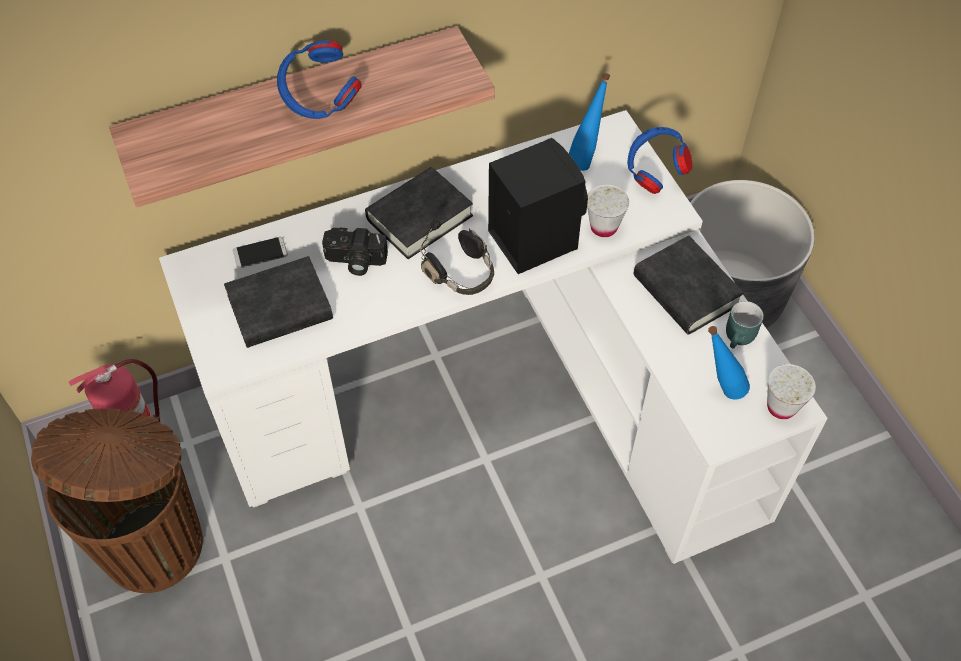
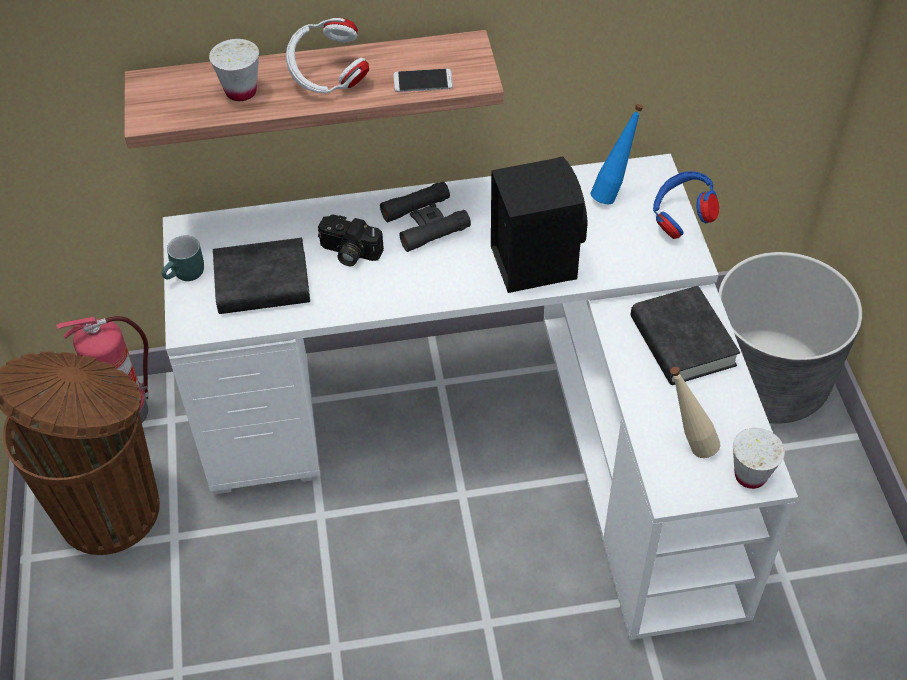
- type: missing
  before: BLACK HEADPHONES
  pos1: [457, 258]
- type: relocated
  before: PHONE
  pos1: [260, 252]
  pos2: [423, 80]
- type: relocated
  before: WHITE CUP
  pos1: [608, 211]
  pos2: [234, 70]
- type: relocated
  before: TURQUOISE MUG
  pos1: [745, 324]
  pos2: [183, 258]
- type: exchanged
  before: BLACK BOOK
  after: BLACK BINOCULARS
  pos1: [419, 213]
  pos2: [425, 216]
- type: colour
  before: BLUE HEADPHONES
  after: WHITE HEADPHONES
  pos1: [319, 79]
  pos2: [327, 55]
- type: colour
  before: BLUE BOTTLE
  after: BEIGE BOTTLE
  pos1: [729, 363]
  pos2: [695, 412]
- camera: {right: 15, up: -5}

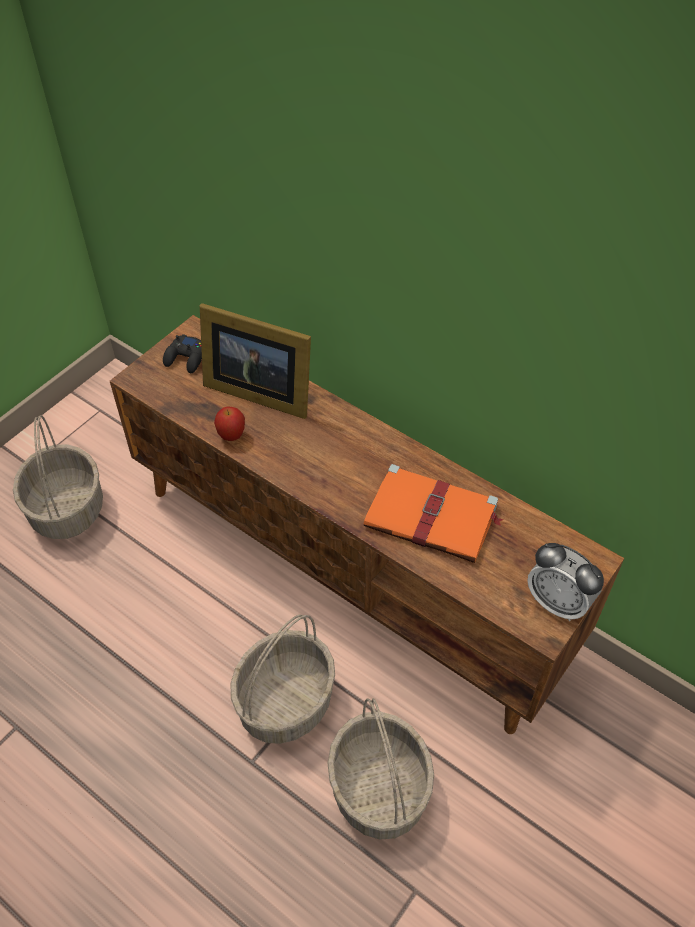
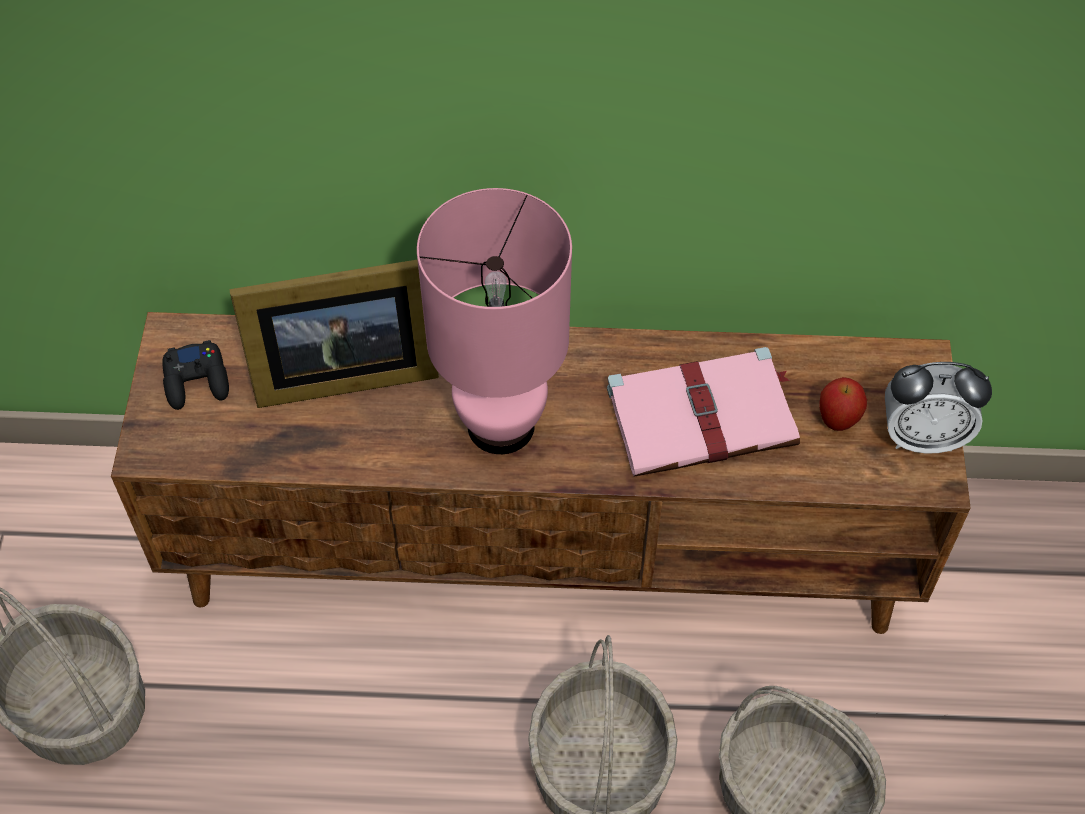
- type: appeared
  after: PINK TABLE LAMP
  pos2: [494, 321]
- type: relocated
  before: APPLE
  pos1: [229, 424]
  pos2: [843, 404]
- type: colour
  before: ORANGE BOOK
  after: PINK BOOK
  pos1: [433, 513]
  pos2: [703, 412]
- camera: {right: -35, up: 5}

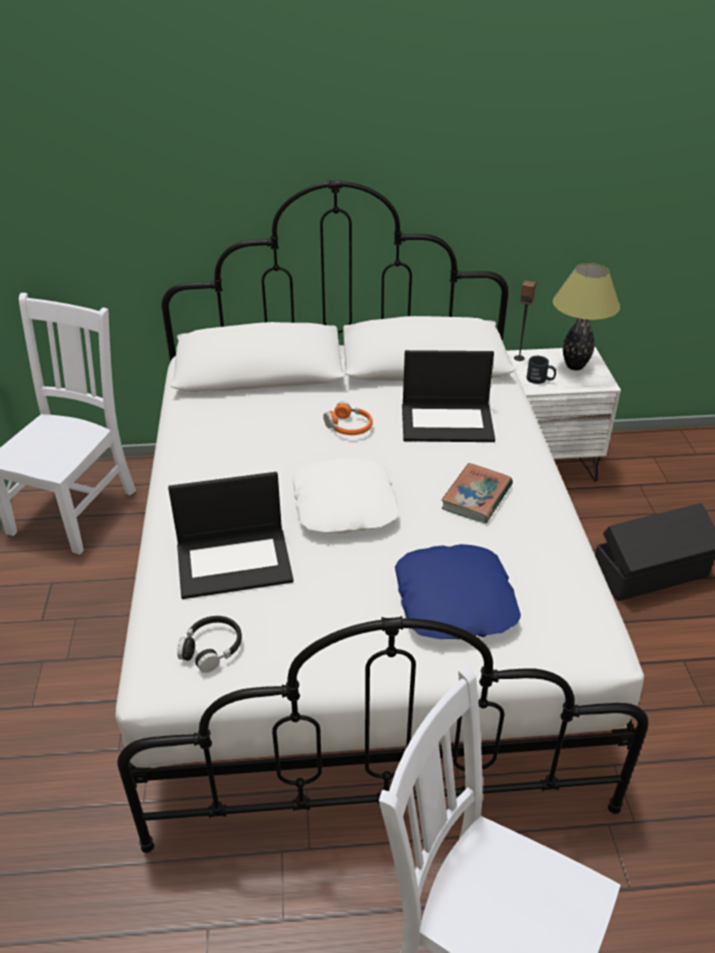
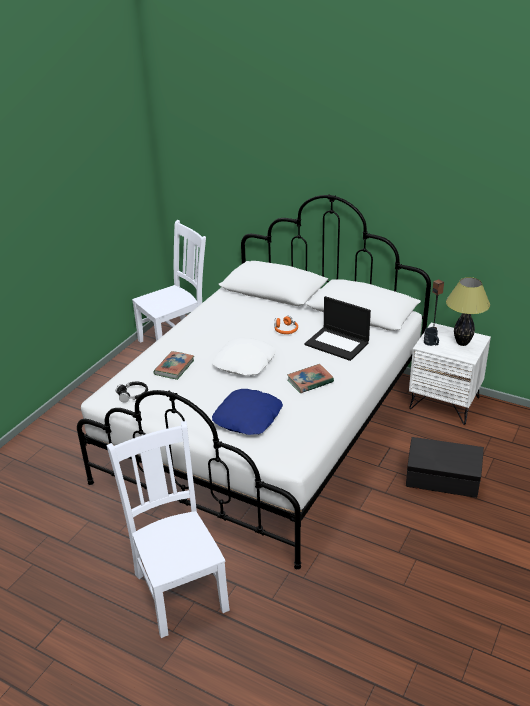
- type: exchanged
  before: LAPTOP
  after: BOOK
  pos1: [231, 535]
  pos2: [173, 365]
- camera: {right: 35, up: -5}

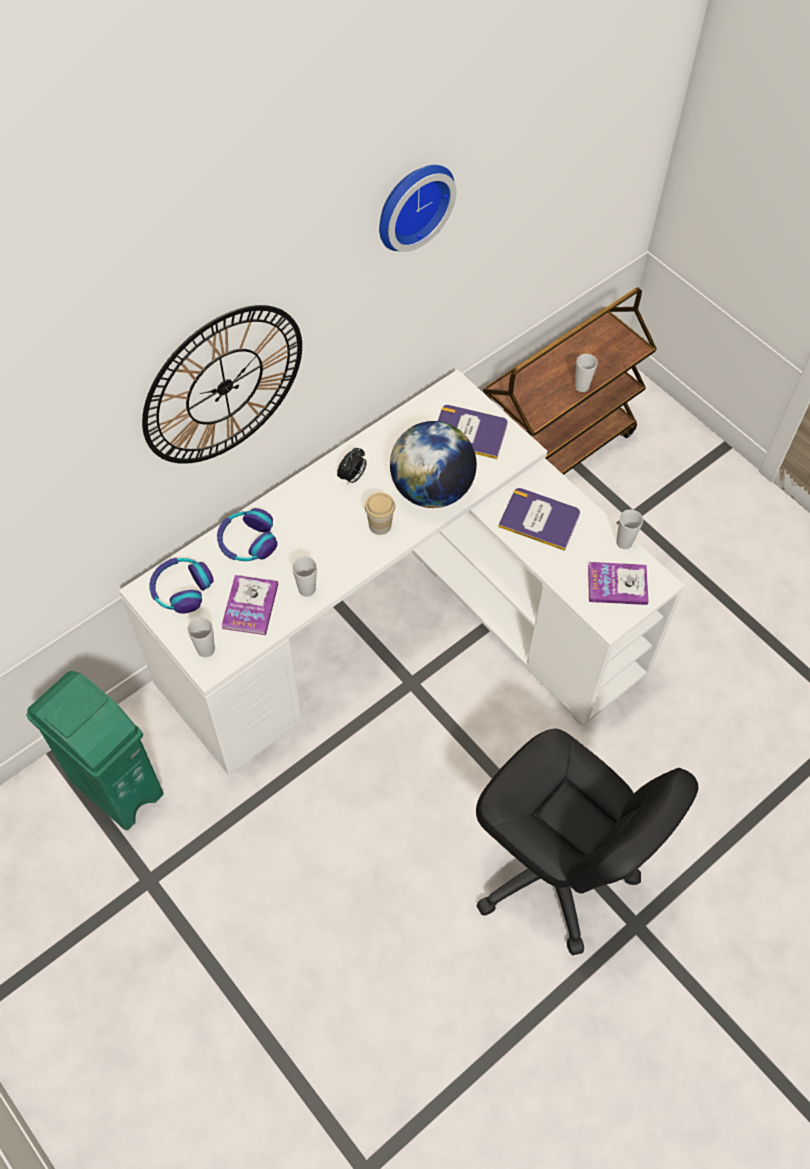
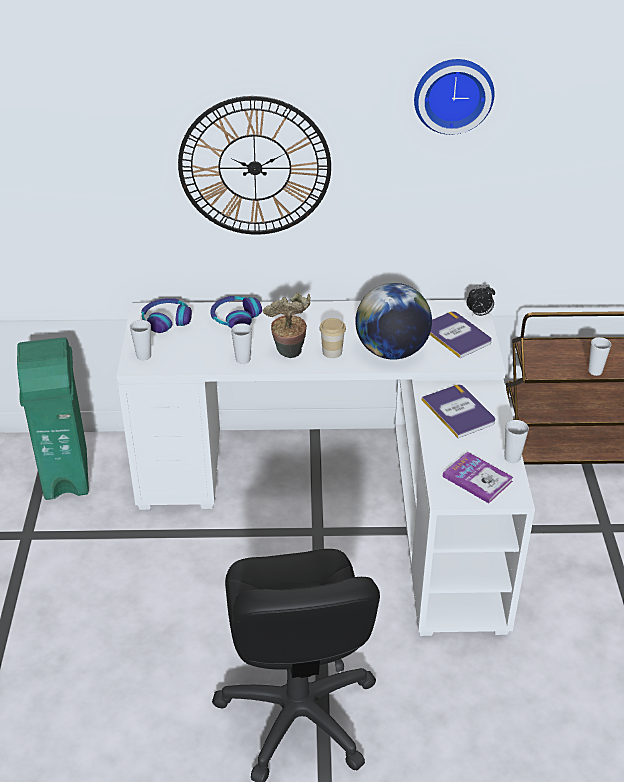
- type: missing
  before: BOOK
  pos1: [249, 605]
- type: appeared
  after: POTTED PLANT
  pos2: [286, 325]
- type: relocated
  before: ALARM CLOCK
  pos1: [352, 466]
  pos2: [481, 300]
- camera: {right: 40, up: -20}

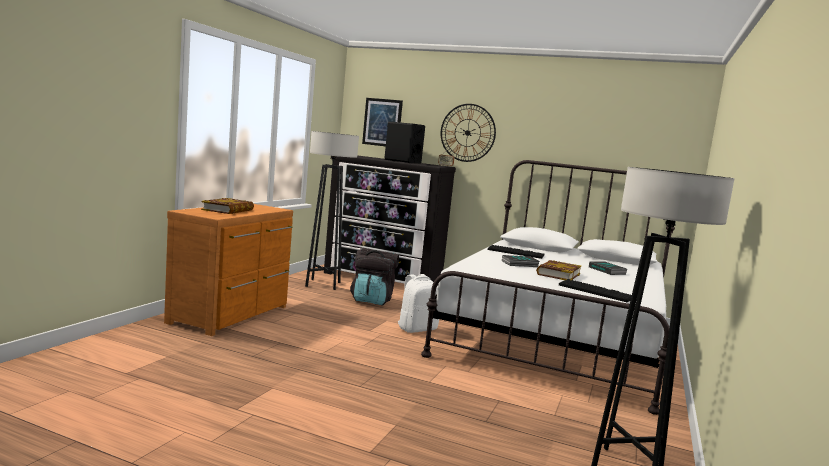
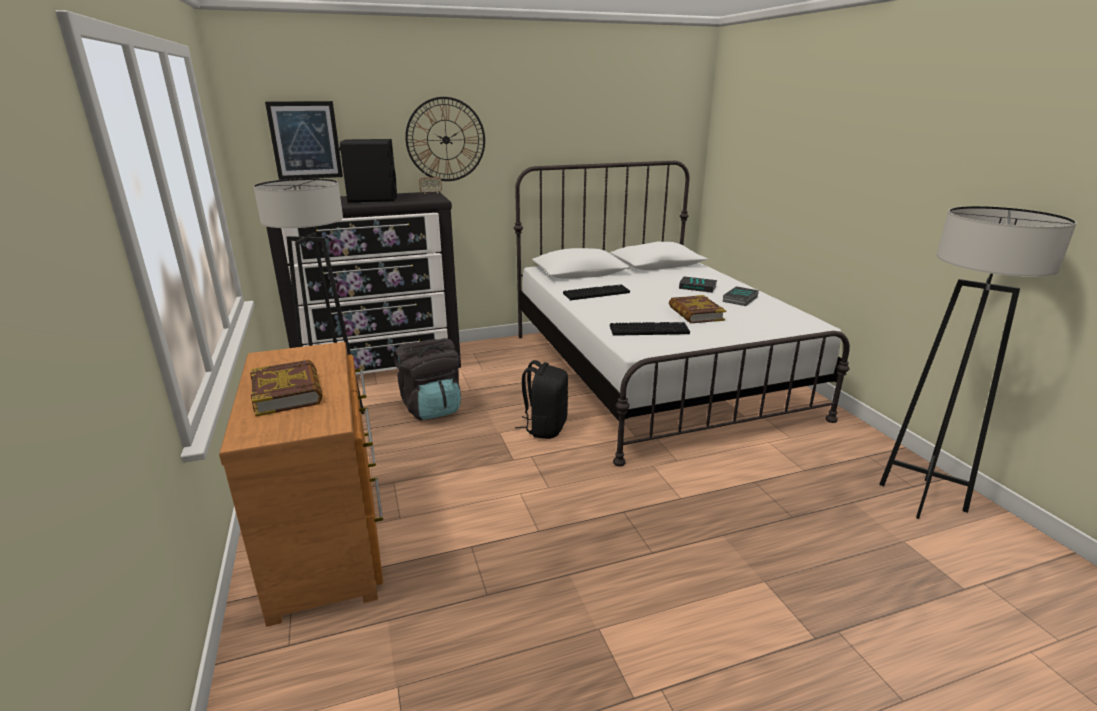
- type: relocated
  before: BOOK
  pos1: [521, 261]
  pos2: [741, 296]
- type: relocated
  before: KEYBOARD
  pos1: [595, 290]
  pos2: [650, 329]
- type: colour
  before: WHITE BACKPACK
  after: BLACK BACKPACK
  pos1: [418, 303]
  pos2: [541, 399]
- camera: {right: -40, up: 15}

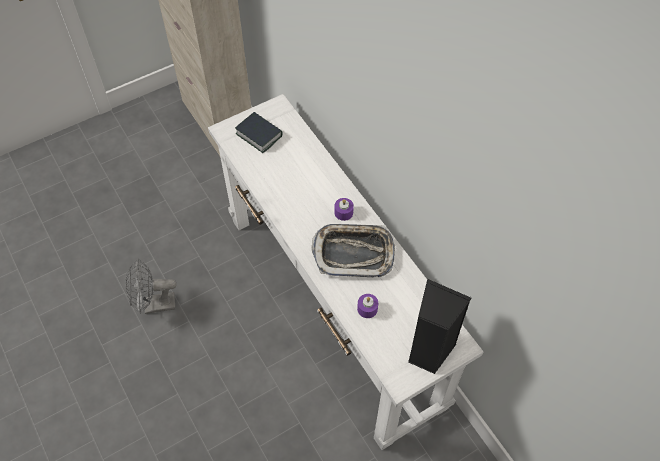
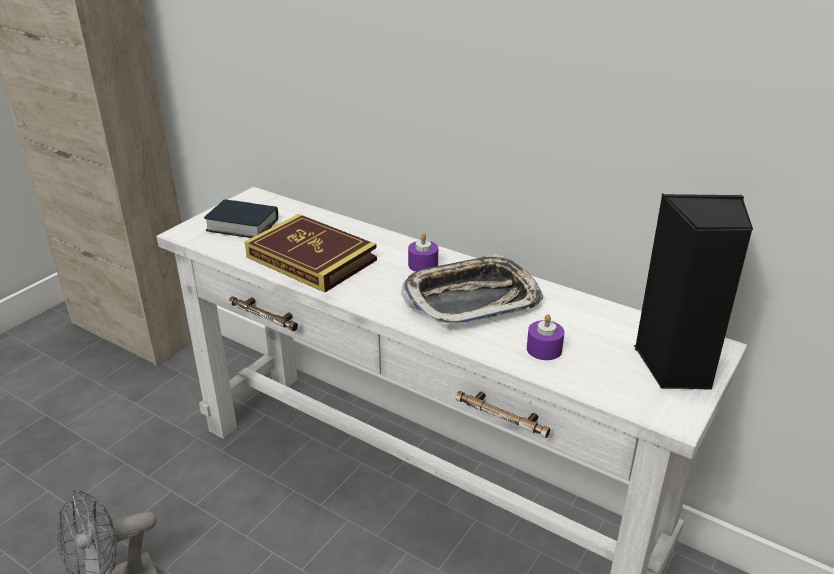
- type: appeared
  after: BOOK
  pos2: [311, 253]
- camera: {right: -25, up: -25}

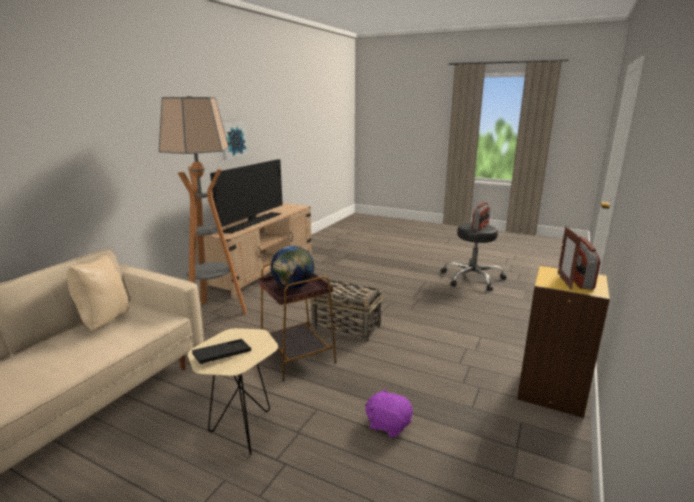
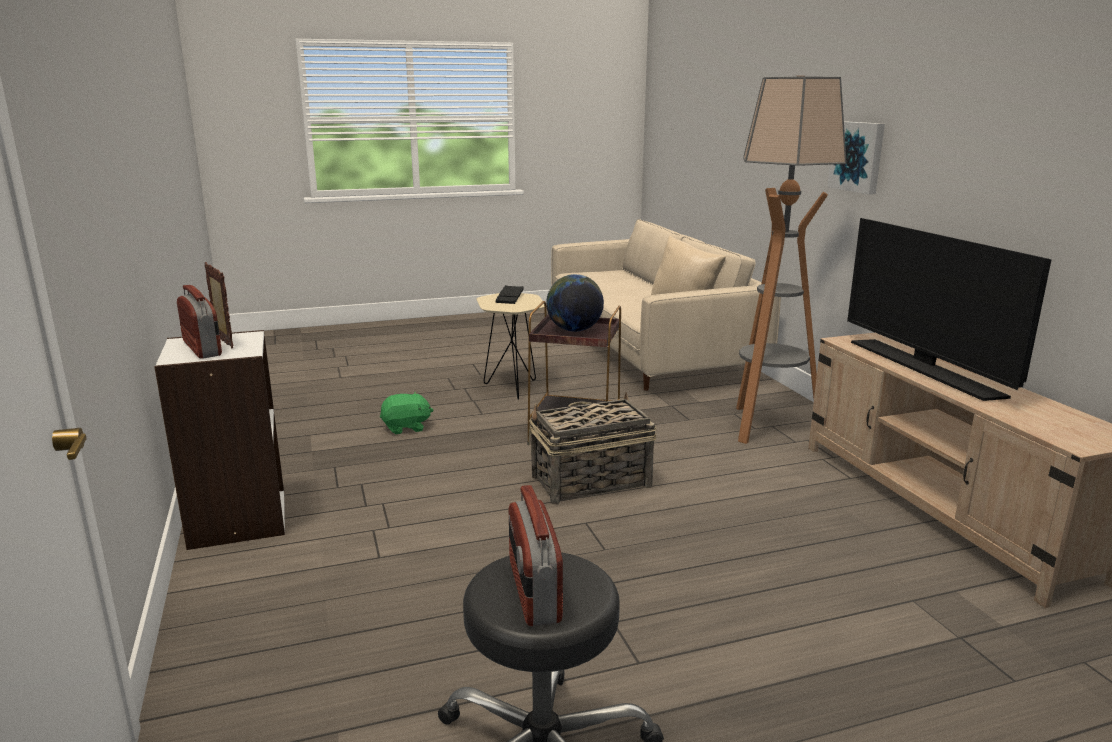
- type: relocated
  before: PICTURE
  pos1: [235, 141]
  pos2: [856, 157]
- type: colour
  before: PURPLE PLUSH TOY
  after: GREEN PLUSH TOY
  pos1: [389, 413]
  pos2: [406, 413]
- type: colour
  before: YELLOW BOOKCASE
  after: WHITE BOOKCASE
  pos1: [563, 341]
  pos2: [219, 440]
- camera: {right: 135, up: 0}

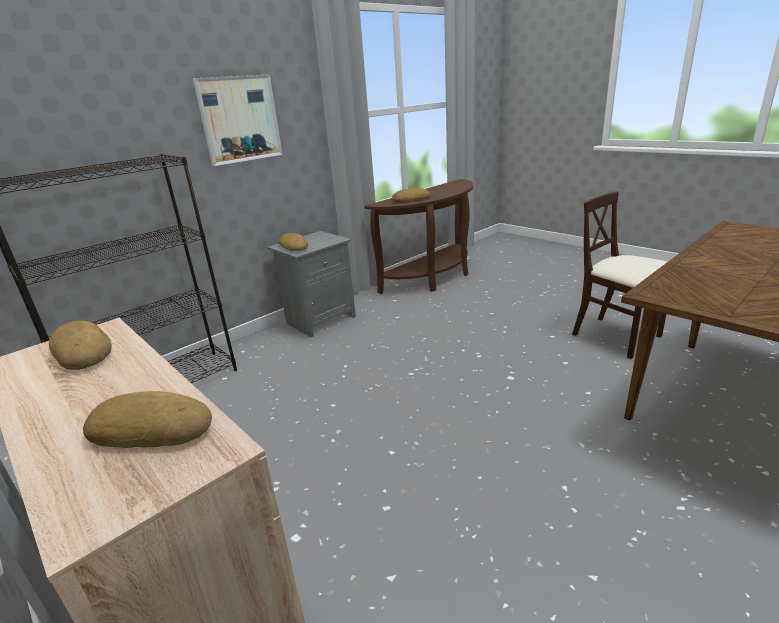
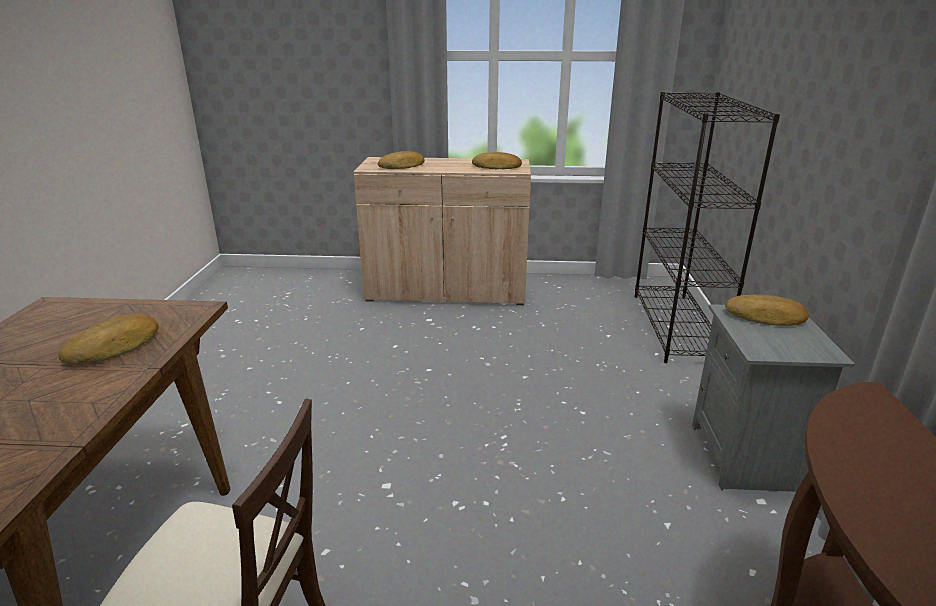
- type: missing
  before: PICTURE
  pos1: [238, 120]
- type: relocated
  before: BREAD
  pos1: [411, 195]
  pos2: [108, 339]
- camera: {right: 135, up: 0}

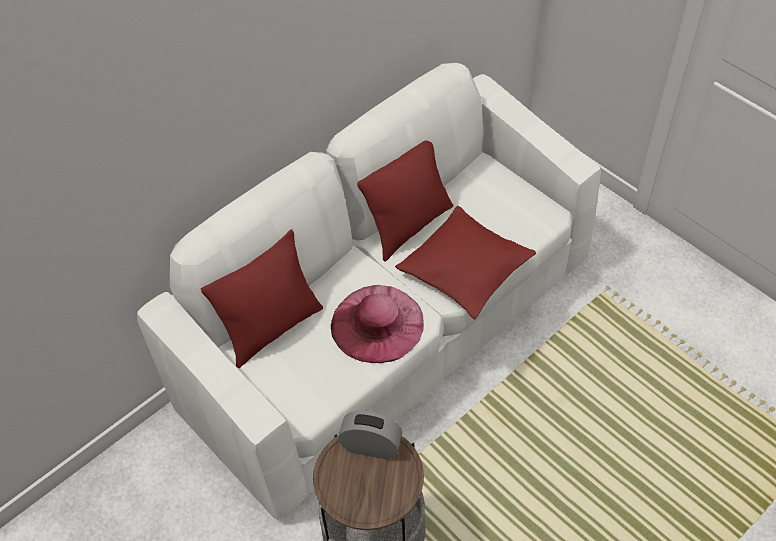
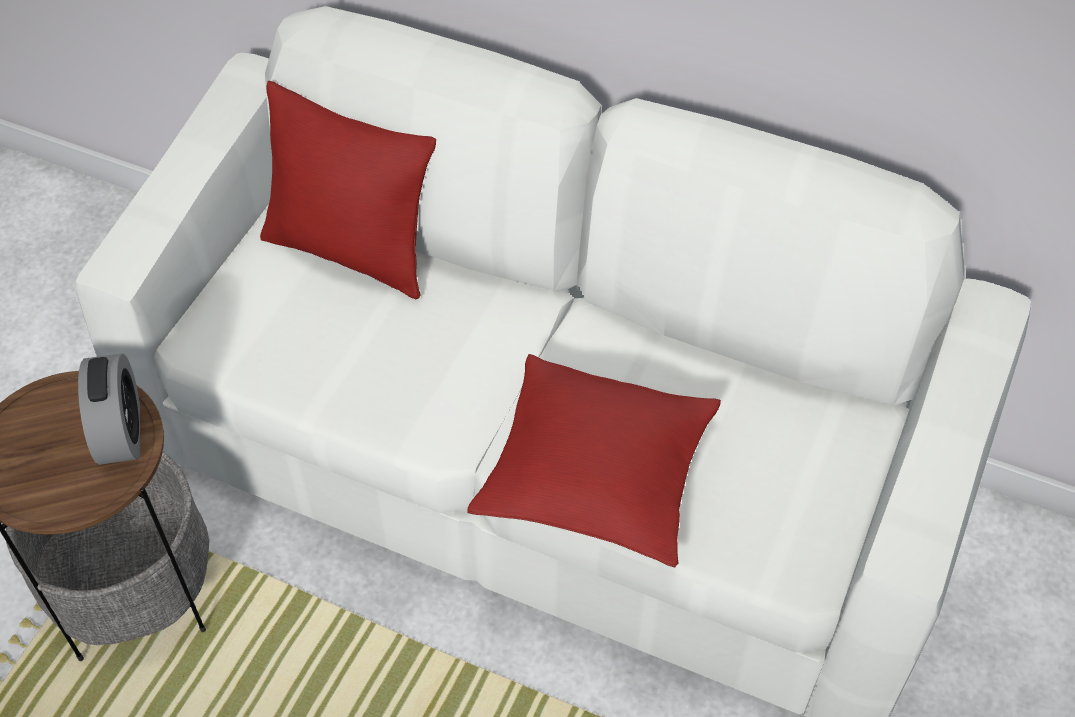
- type: missing
  before: PINK HAT
  pos1: [377, 324]
- type: missing
  before: RED PILLOW
  pos1: [405, 201]
- camera: {right: 65, up: 0}

